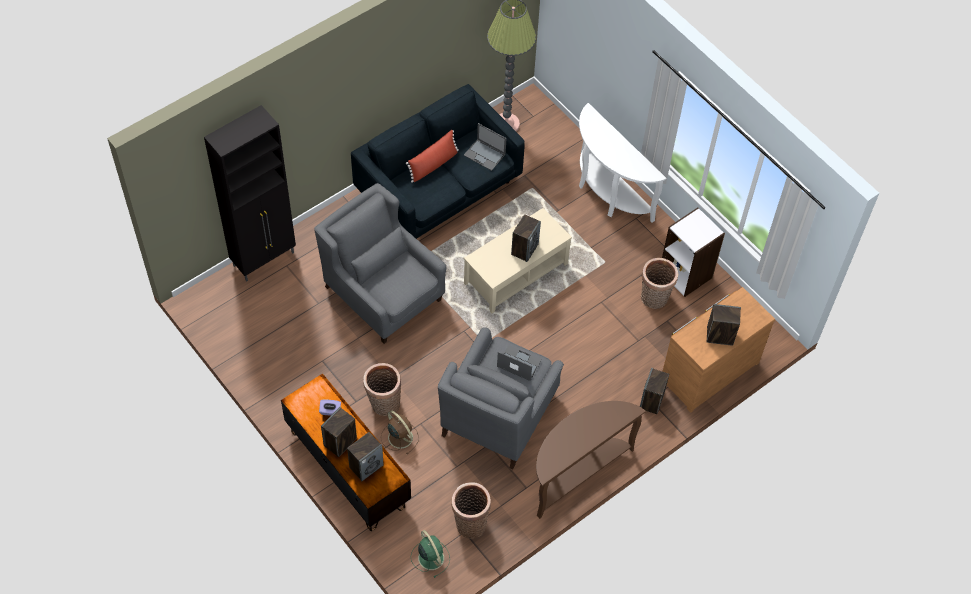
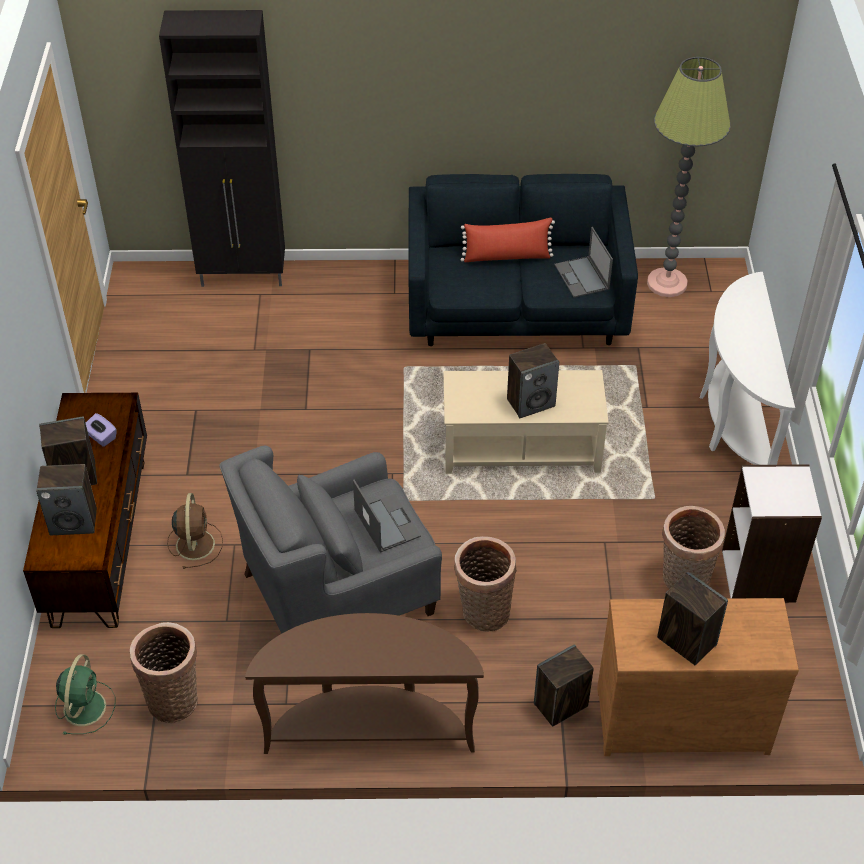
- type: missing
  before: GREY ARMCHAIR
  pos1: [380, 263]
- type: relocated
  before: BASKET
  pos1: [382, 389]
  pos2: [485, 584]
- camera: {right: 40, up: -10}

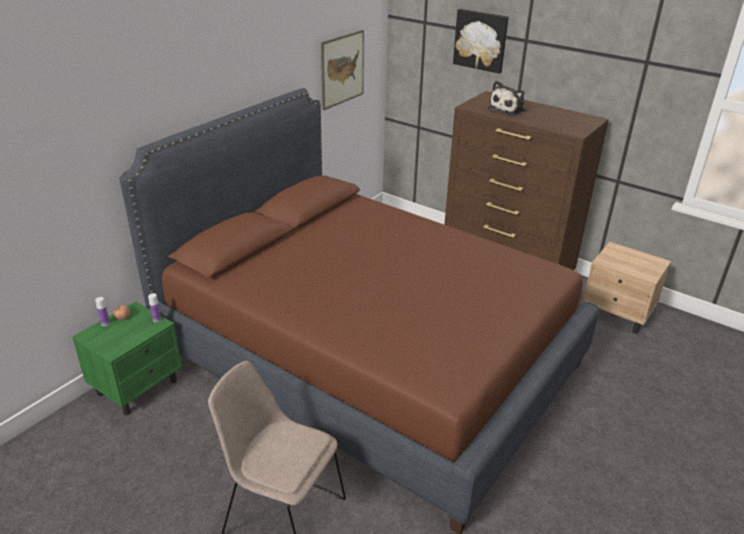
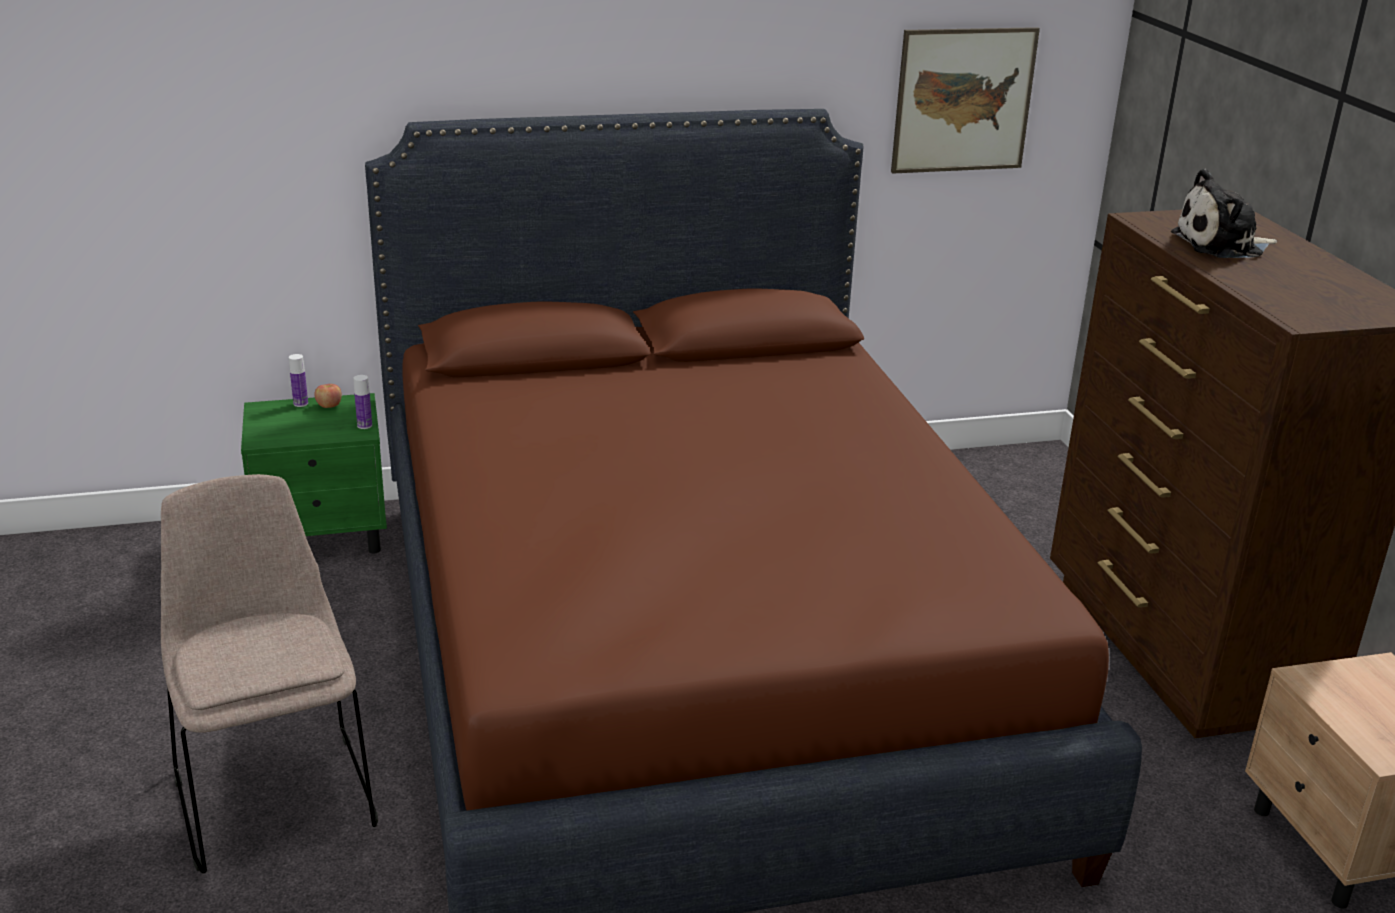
- type: missing
  before: PICTURE
  pos1: [481, 41]
- camera: {right: 40, up: -5}

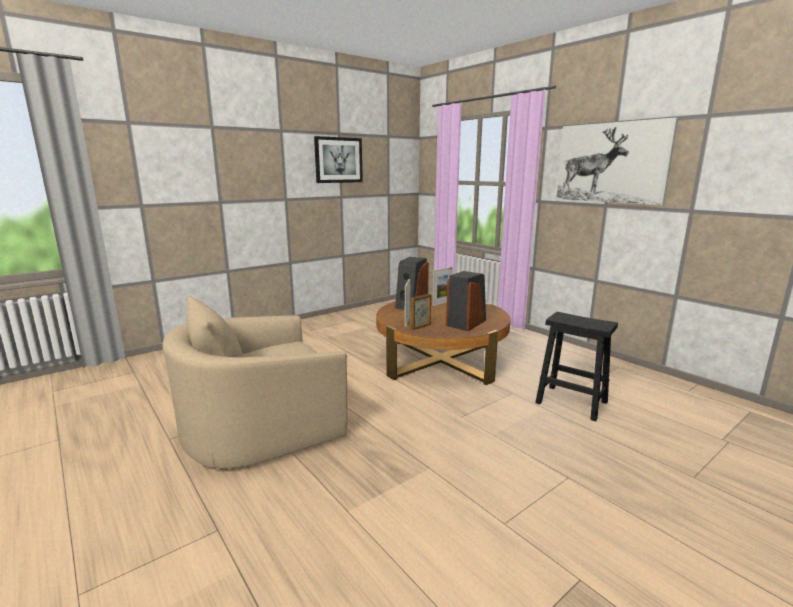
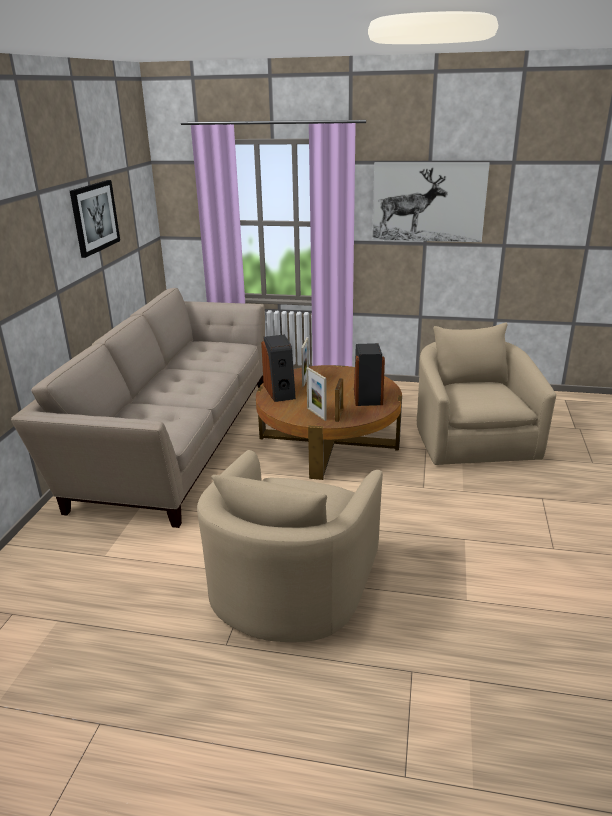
- type: appeared
  after: BEIGE SOFA
  pos2: [138, 408]
- type: exchanged
  before: BLACK STOOL
  after: BEIGE ARMCHAIR
  pos1: [576, 366]
  pos2: [486, 394]
- camera: {right: -40, up: 10}

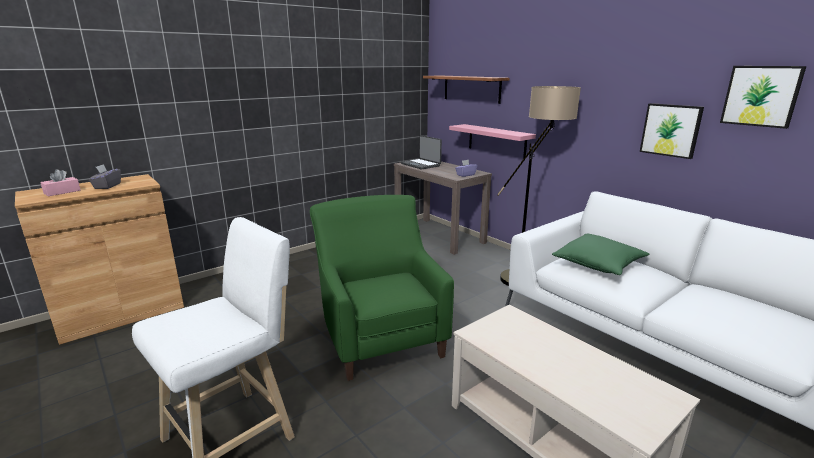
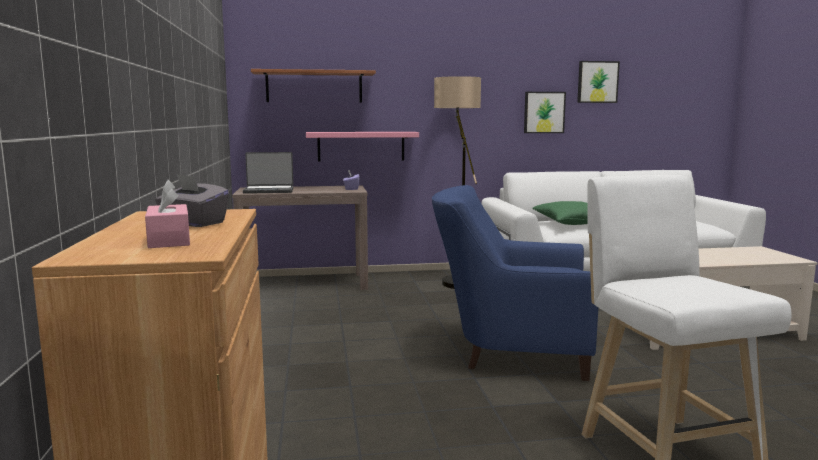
- type: colour
  before: GREEN ARMCHAIR
  after: BLUE ARMCHAIR
  pos1: [382, 288]
  pos2: [515, 283]
- camera: {right: -60, up: -10}

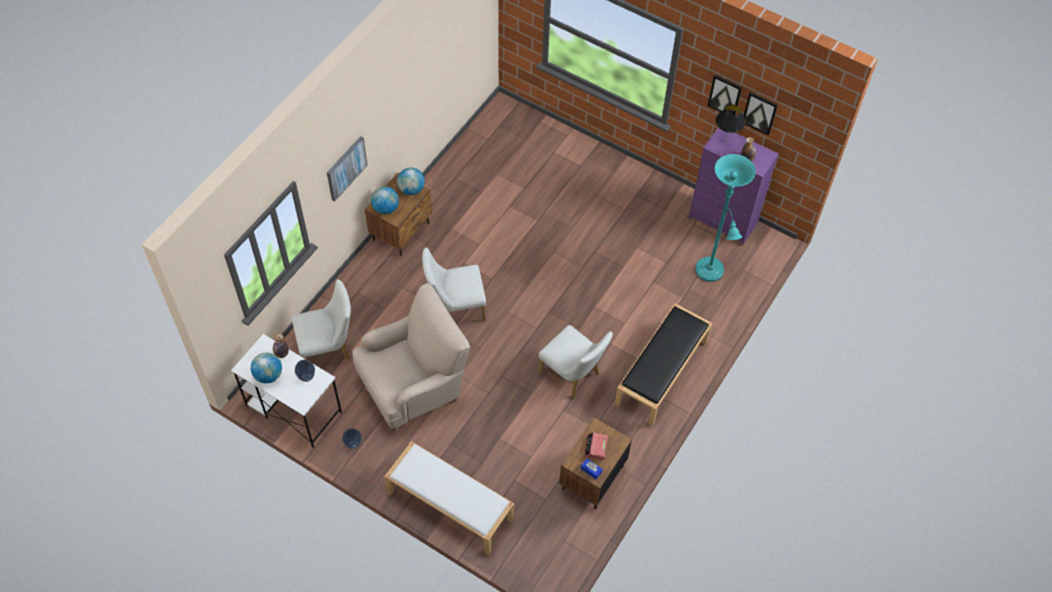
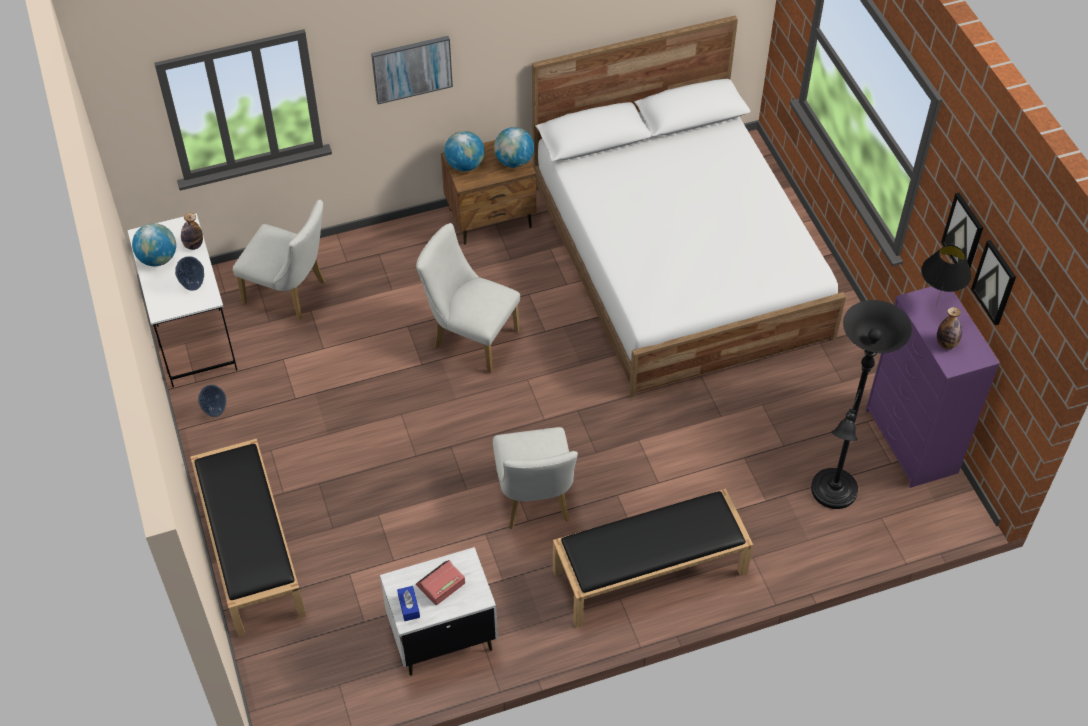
- type: missing
  before: BEIGE ARMCHAIR
  pos1: [411, 357]
- type: appeared
  after: WHITE BED
  pos2: [689, 206]
- type: colour
  before: WHITE BENCH
  after: BLACK BENCH
  pos1: [449, 498]
  pos2: [248, 538]
- type: colour
  before: BROWN NIGHTSTAND
  after: WHITE NIGHTSTAND
  pos1: [595, 463]
  pos2: [439, 611]
- type: colour
  before: TURQUOISE FLOOR LAMP
  after: BLACK FLOOR LAMP
  pos1: [725, 218]
  pos2: [861, 404]
- camera: {right: 40, up: -5}

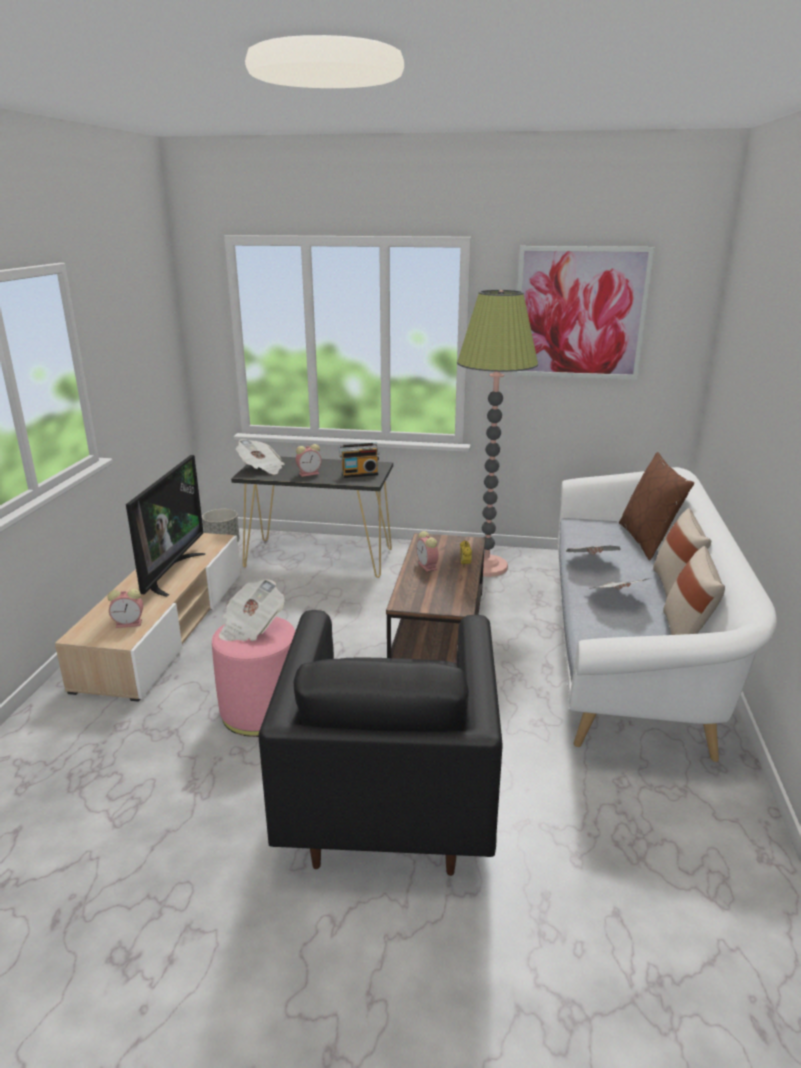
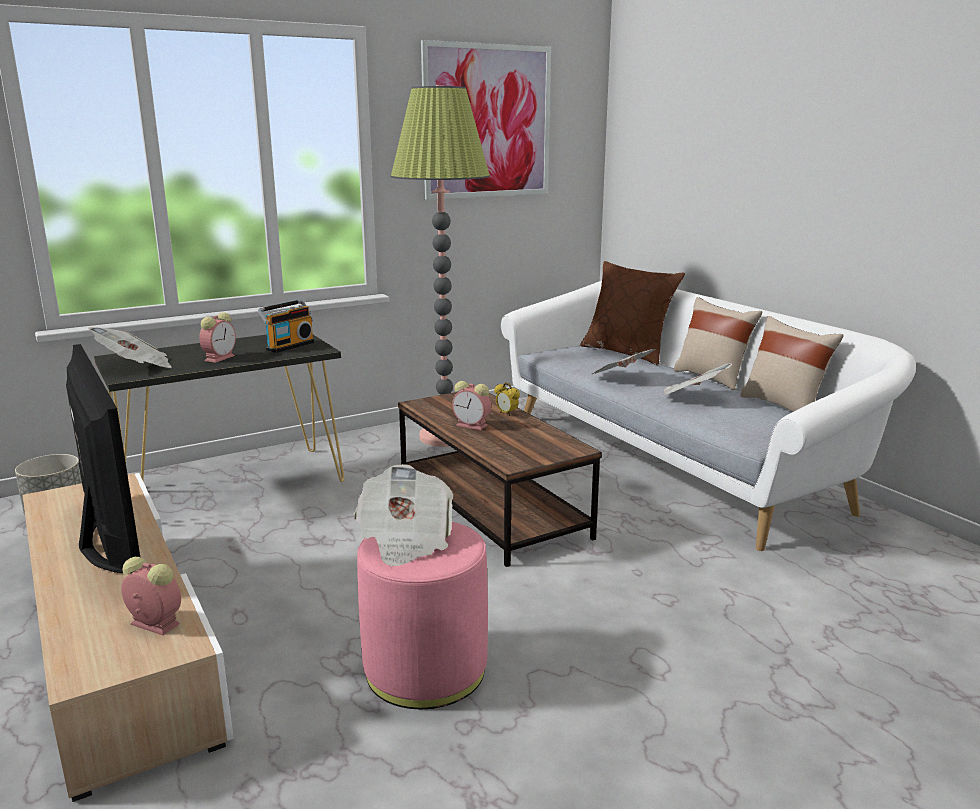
- type: missing
  before: BLACK ARMCHAIR
  pos1: [381, 743]
- type: spun
  before: ALARM CLOCK
  pos1: [125, 608]
  pos2: [151, 596]
  turn: -105
- camera: {right: -40, up: -5}

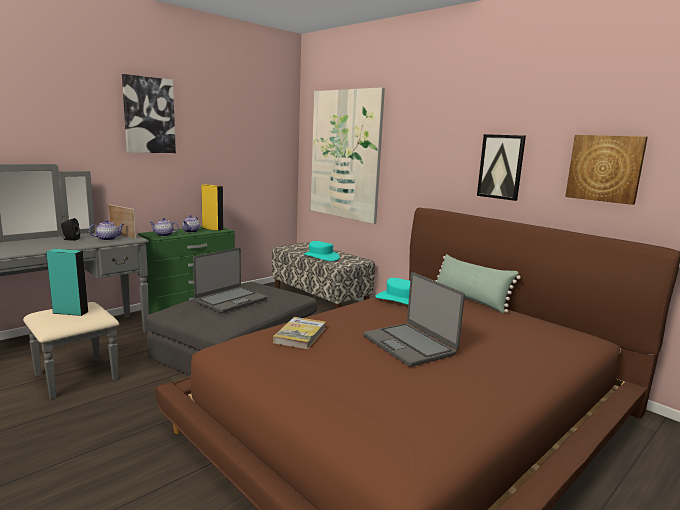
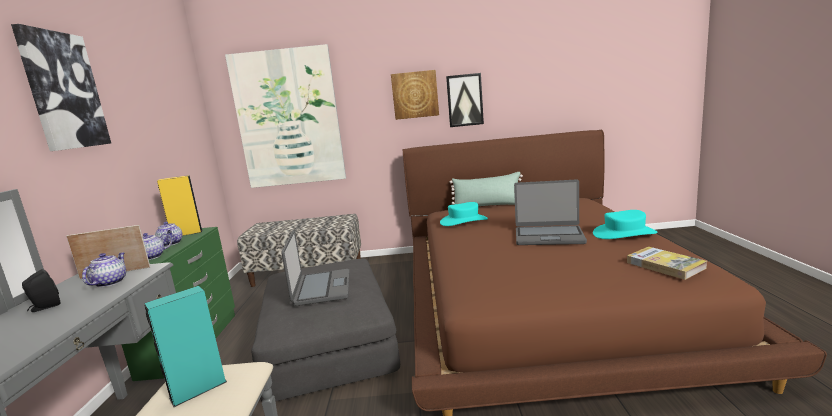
- type: relocated
  before: BOOK
  pos1: [299, 333]
  pos2: [667, 263]
- type: relocated
  before: TURQUOISE HAT
  pos1: [322, 251]
  pos2: [625, 224]
- type: relocated
  before: PICTURE
  pos1: [606, 170]
  pos2: [415, 95]
- camera: {right: -45, up: 0}

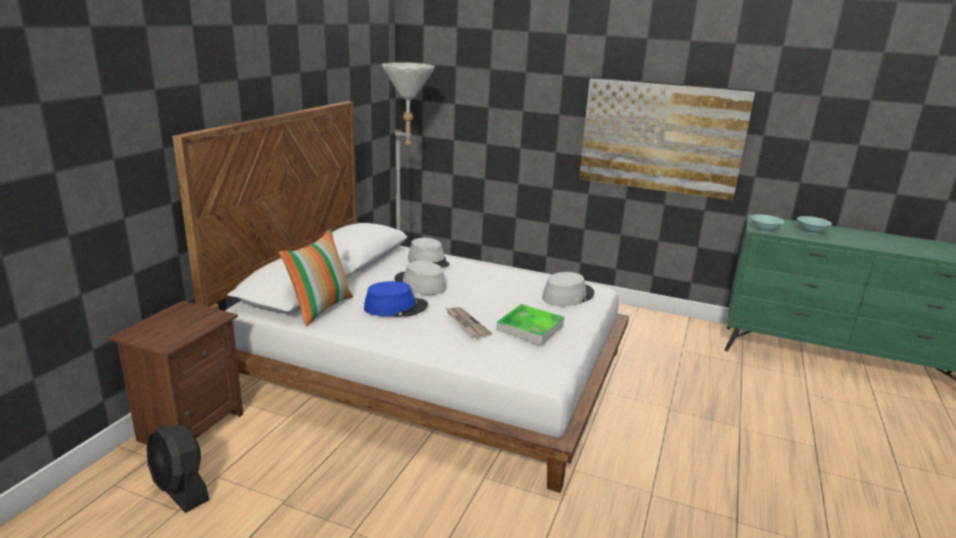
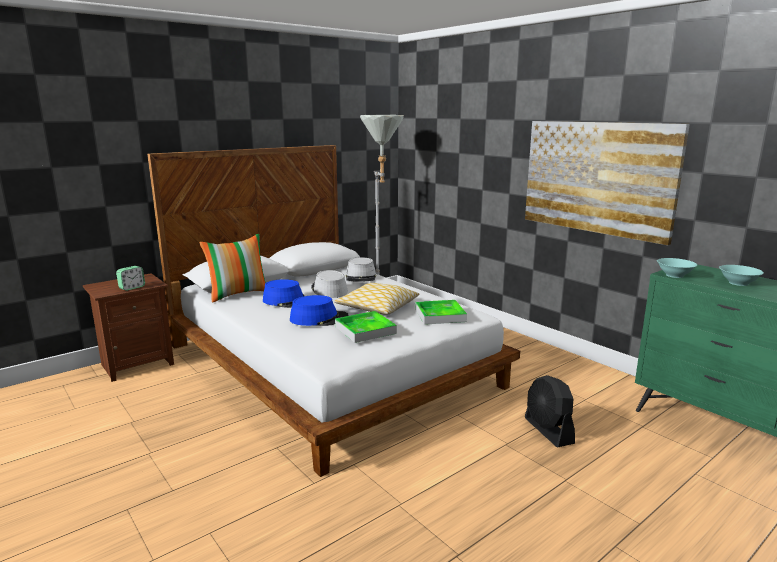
- type: appeared
  after: ALARM CLOCK
  pos2: [130, 278]
- type: appeared
  after: PILLOW
  pos2: [376, 299]
- type: relocated
  before: BLACK FAN
  pos1: [178, 469]
  pos2: [550, 411]
- type: exchanged
  before: NEWSPAPER
  after: BLUE HAT
  pos1: [469, 322]
  pos2: [319, 310]
- type: exchanged
  before: GREY HAT
  after: TRAY
  pos1: [568, 289]
  pos2: [441, 312]
- camera: {right: 30, up: -5}

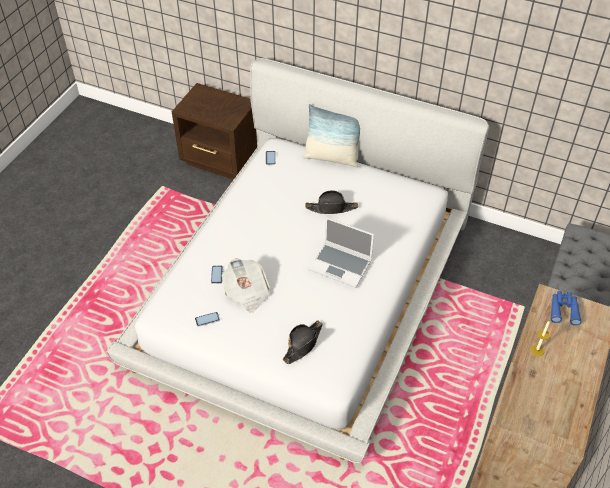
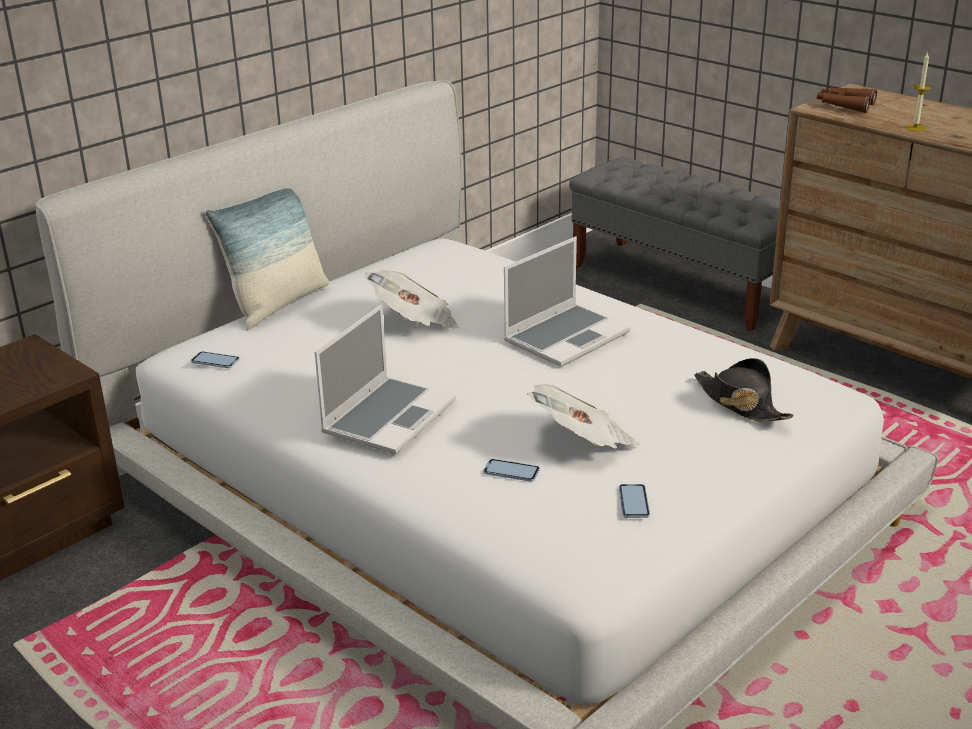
- type: appeared
  after: LAPTOP
  pos2: [385, 379]
- type: exchanged
  before: BLACK HAT
  after: NEWSPAPER
  pos1: [331, 202]
  pos2: [412, 299]
- type: colour
  before: BLUE BINOCULARS
  after: BROWN BINOCULARS
  pos1: [566, 308]
  pos2: [847, 100]
- camera: {right: -70, up: -20}

